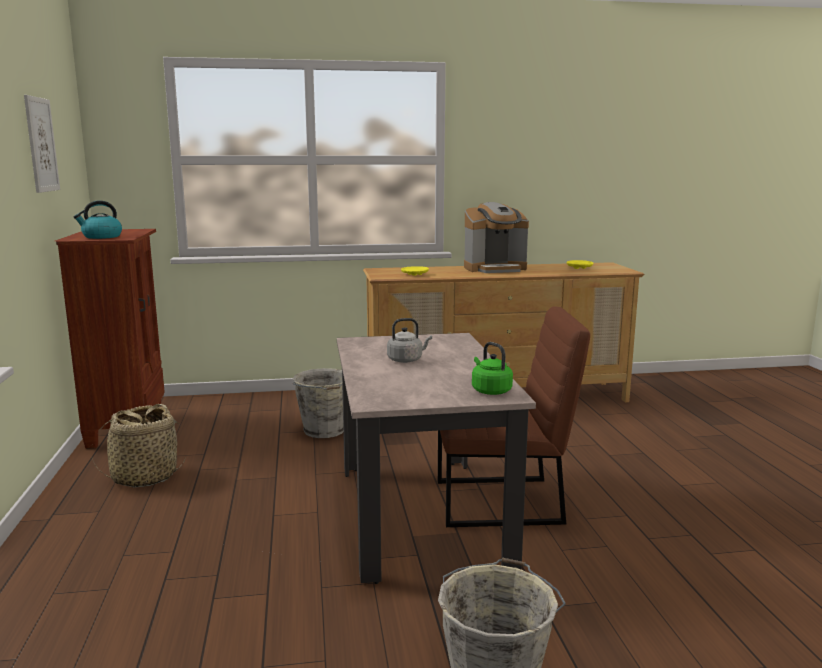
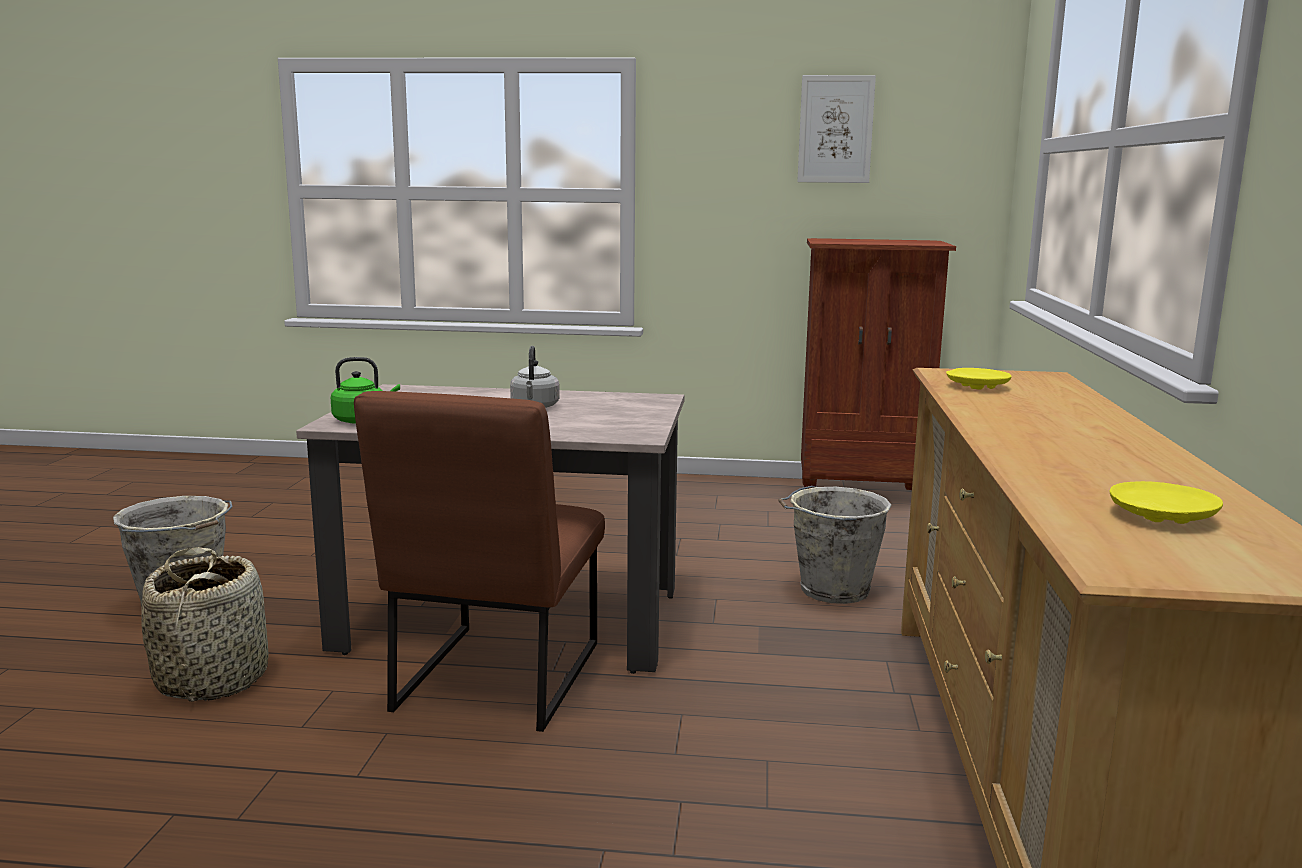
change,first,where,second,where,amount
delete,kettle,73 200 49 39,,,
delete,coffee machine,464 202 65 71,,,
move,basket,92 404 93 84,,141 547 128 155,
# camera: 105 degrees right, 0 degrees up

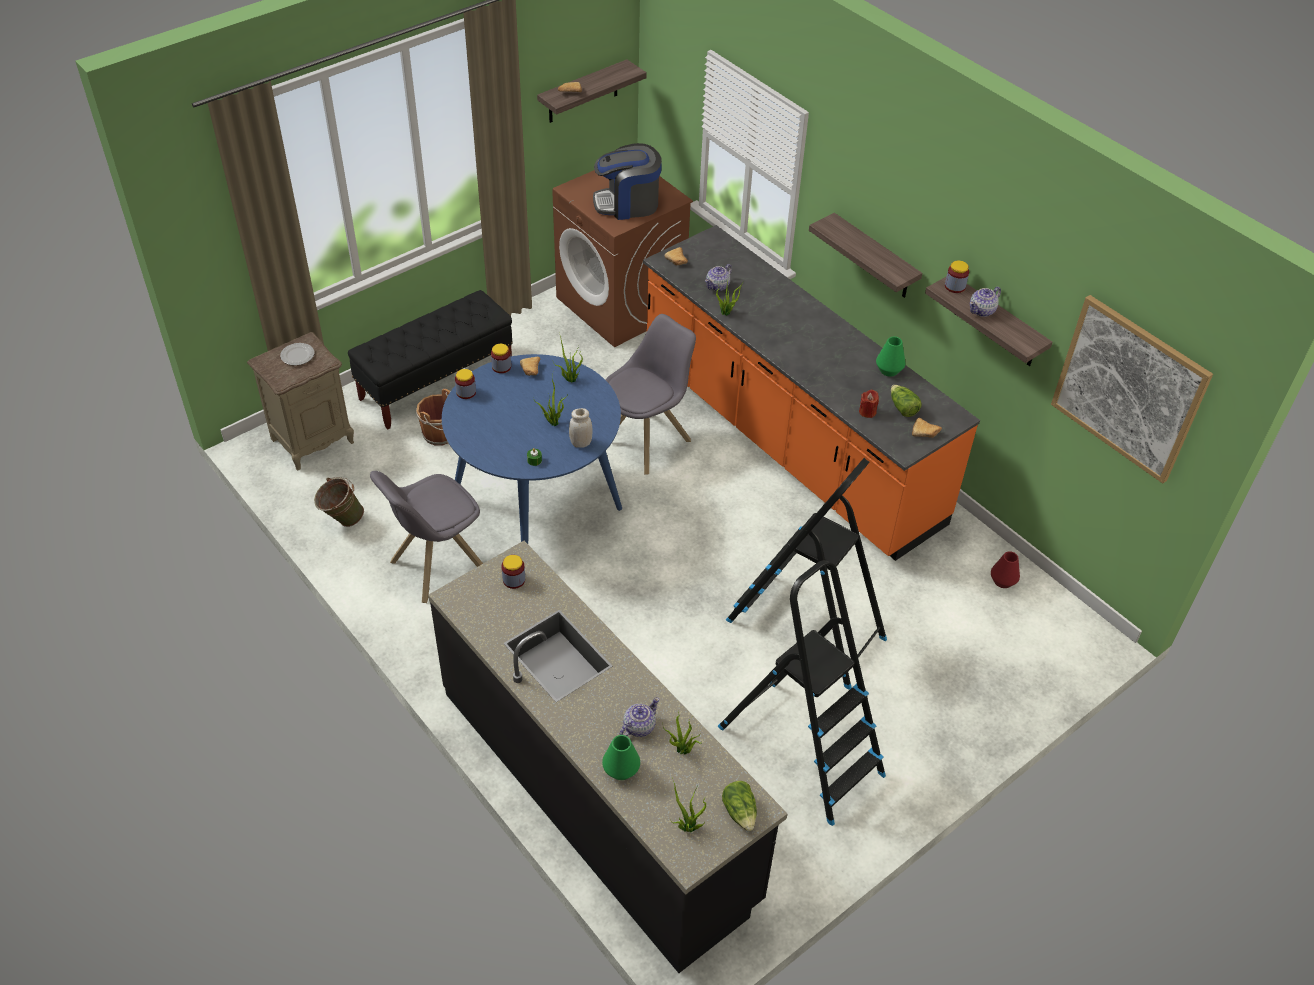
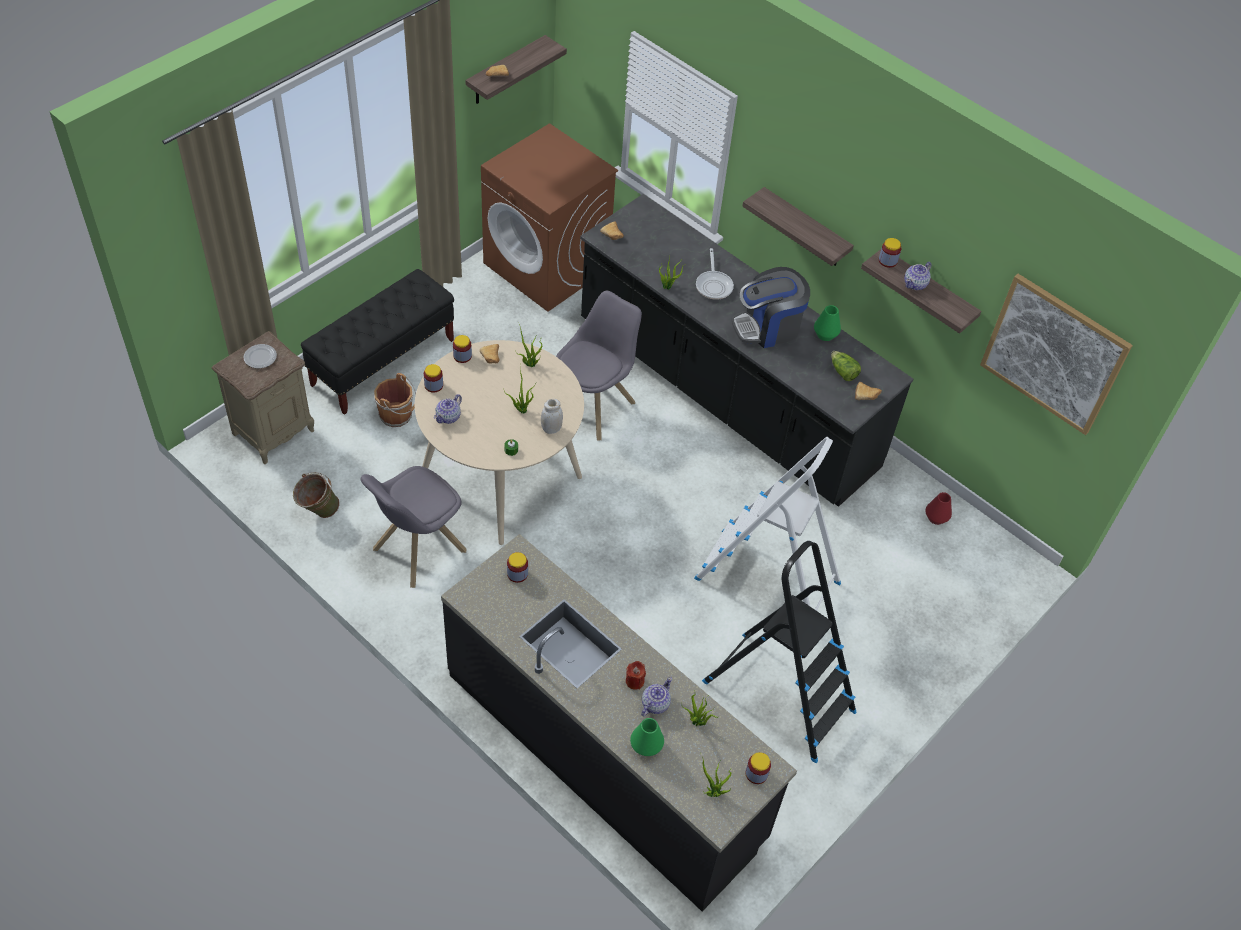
change,first,where,second,where,amount
insert,,,frying pan,696 248 38 52,
move,coffee machine,593 143 69 77,,732 267 78 81,
move,teapot,705 264 27 27,,434 394 28 30,
move,red candle,859 390 20 28,,626 661 20 29,
replace,lettuce,722 781 35 50,jar,745 752 26 32,
recolor,blue dining table,442 354 180 190,beige dining table,415 340 169 205,
recolor,orange counter,643 225 337 336,black counter,580 194 334 313,
recolor,black step ladder,726 458 161 232,white step ladder,694 437 147 174,
# camera: 10 degrees left, 5 degrees up

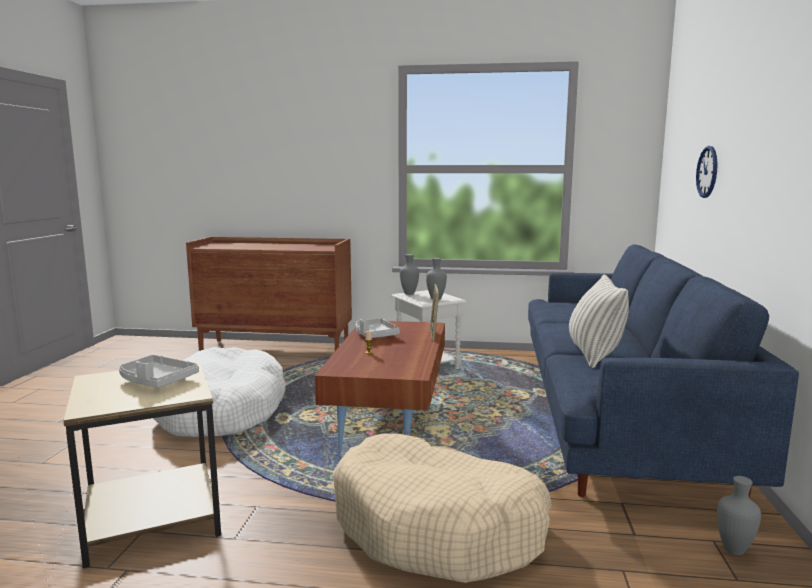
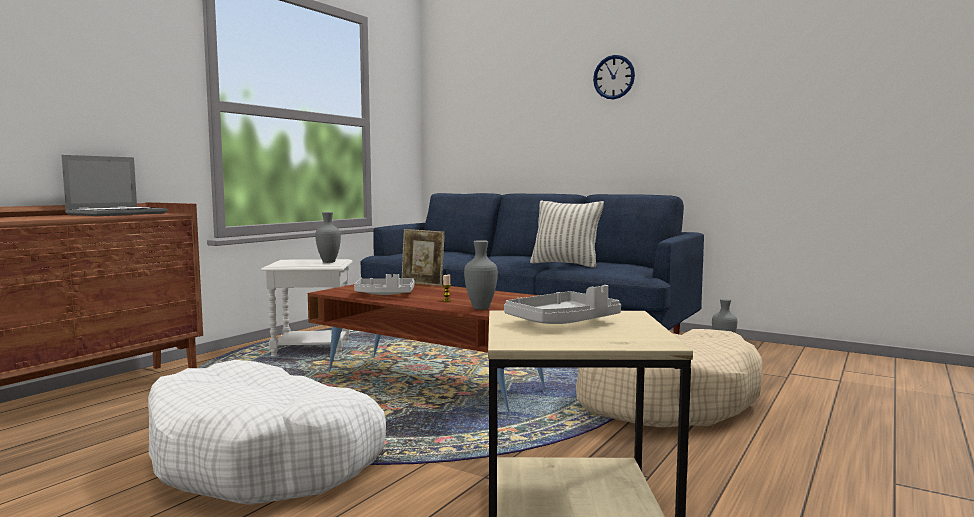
change,first,where,second,where,amount
insert,,,laptop,61 155 107 61,
move,grey vase,400 254 19 41,,464 240 34 70,
move,wall clock,696 146 22 52,,593 55 42 44,
# camera: 65 degrees left, 5 degrees down

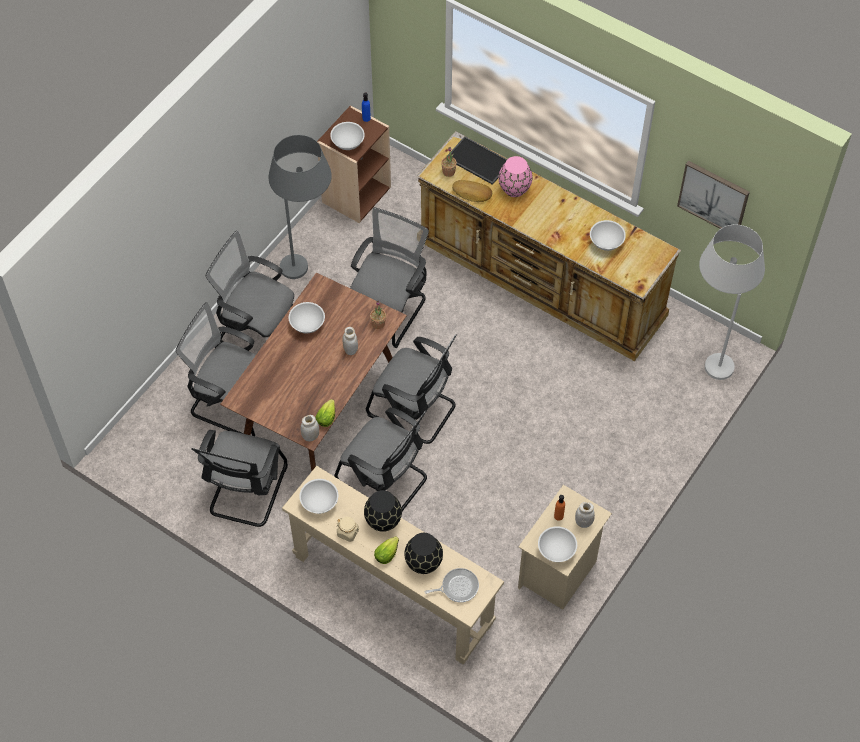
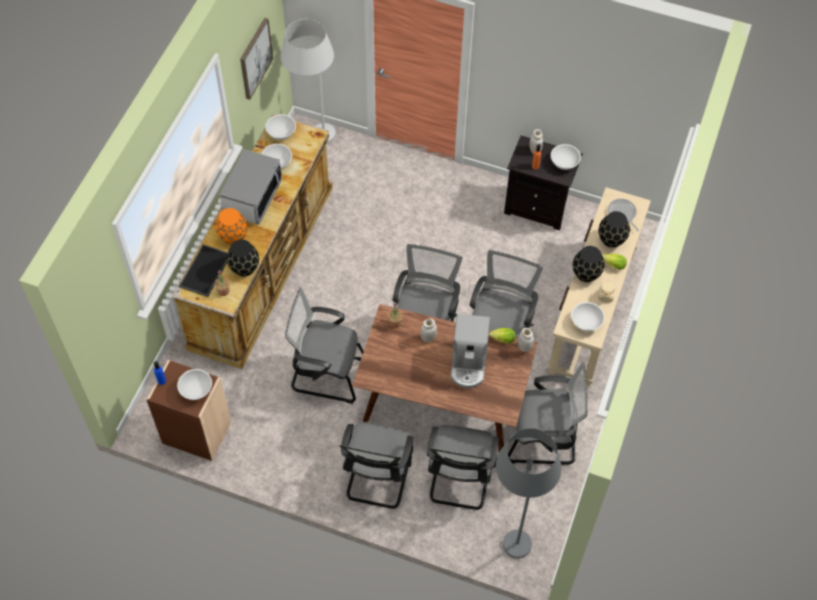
change,first,where,second,where,amount
insert,,,microwave,219 149 63 75,
insert,,,coffee machine,450 314 40 74,
move,grey floor lamp,269 135 63 144,,496 428 65 130,
move,white bowl,289 302 36 31,,265 114 31 26,
replace,bread,452 180 40 22,black vase,227 239 32 38,
recolor,pink vase,498 156 35 41,orange vase,215 208 32 37,
recolor,beige nightstand,518 485 94 125,black nightstand,504 136 79 94,
# camera: 105 degrees left, 0 degrees up

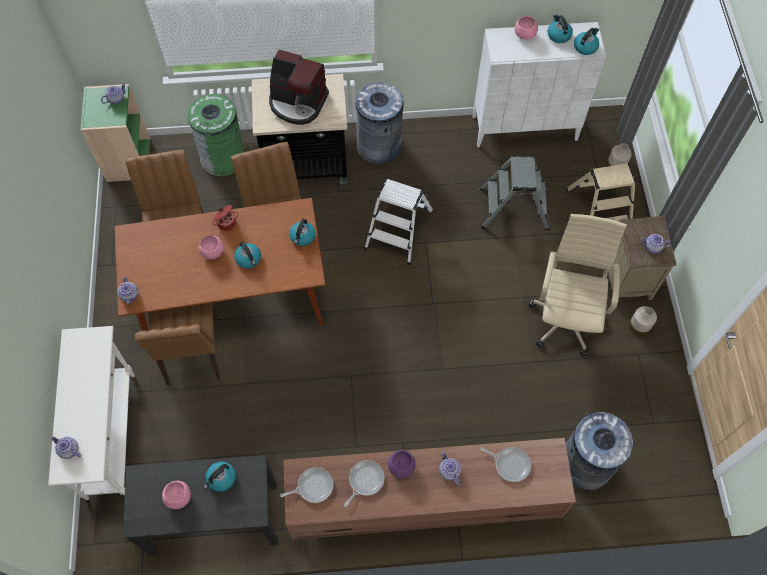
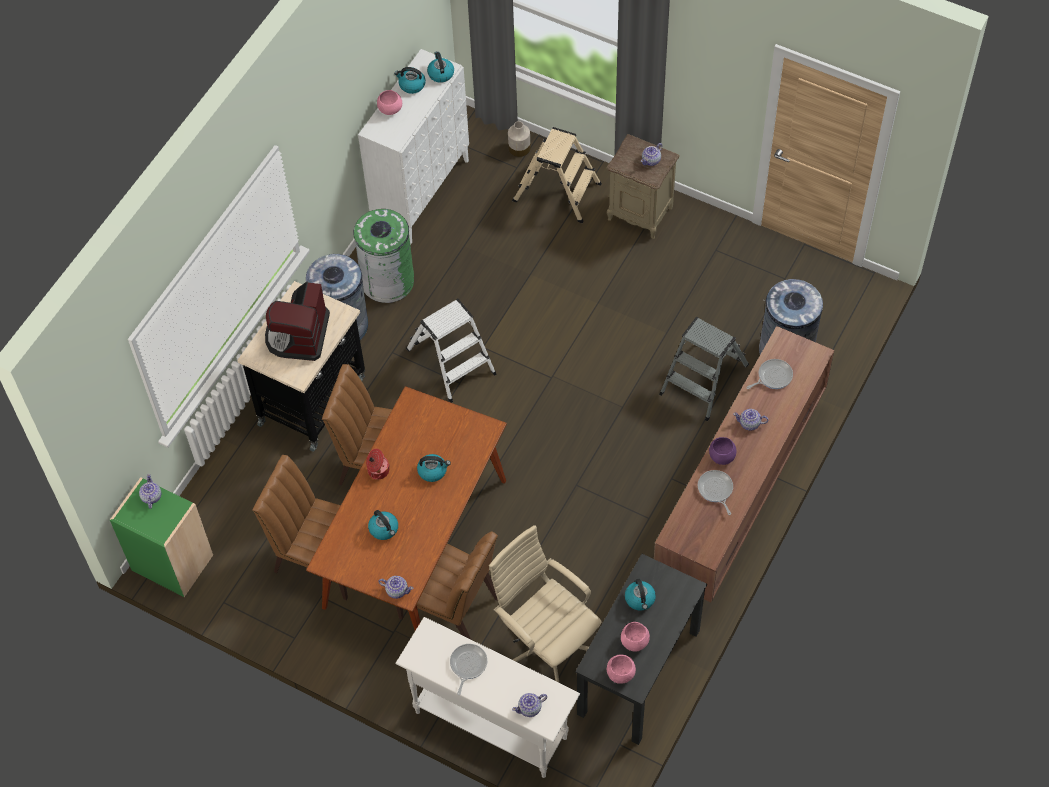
change,first,where,second,where,amount
delete,beige vase,629 306 28 30,,,
move,green trash can,187 94 58 82,,353 209 61 94,
move,pink bowl,199 235 25 24,,607 654 29 30,
move,frying pan,280 467 53 36,,450 644 37 51,
move,kettle,289 219 27 27,,368 510 30 30,
move,grey step ladder,480 155 70 75,,659 317 90 104,
move,beige office chair,528 214 99 143,,489 525 113 158,
rotate,coffee machine,269 50 60 75,,265 282 65 79,135 degrees clockwise
# camera: 55 degrees left, 5 degrees down

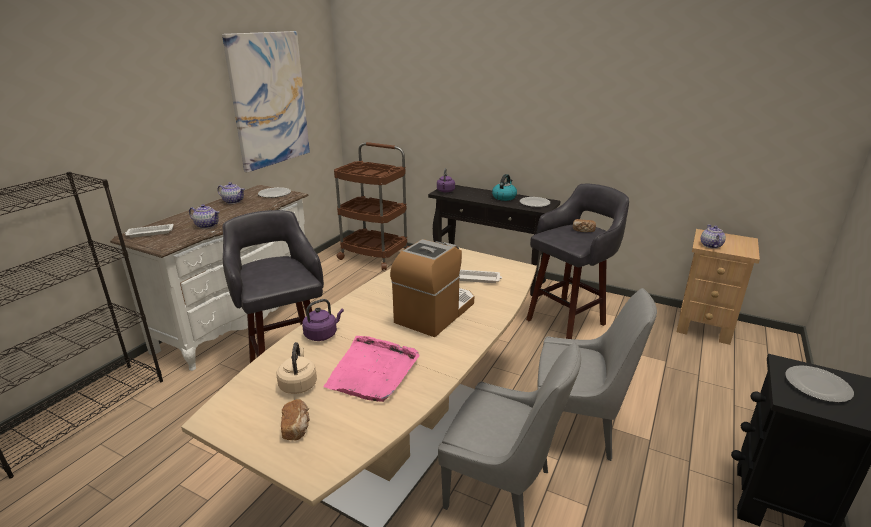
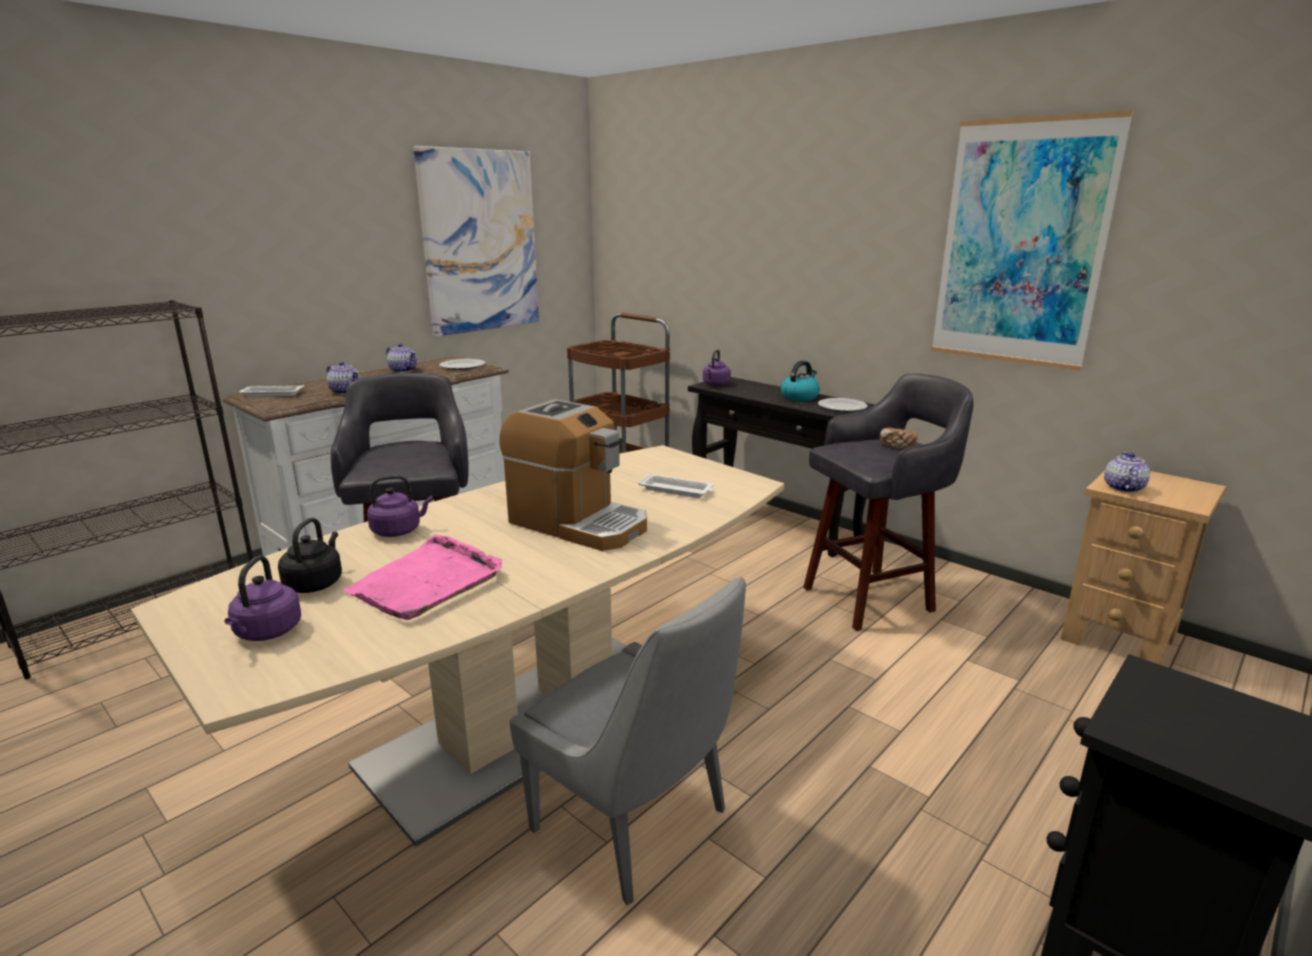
change,first,where,second,where,amount
delete,grey chair,537 288 120 173,,,
delete,plate,785 365 69 37,,,
insert,,,picture,931 111 203 260,
replace,bread,281 399 29 41,purple kettle,224 555 77 86,
recolor,beige kettle,277 342 40 52,black kettle,278 518 64 75,
rotate,coffee machine,390 239 84 98,,499 399 148 152,75 degrees clockwise
# camera: 15 degrees right, 5 degrees down

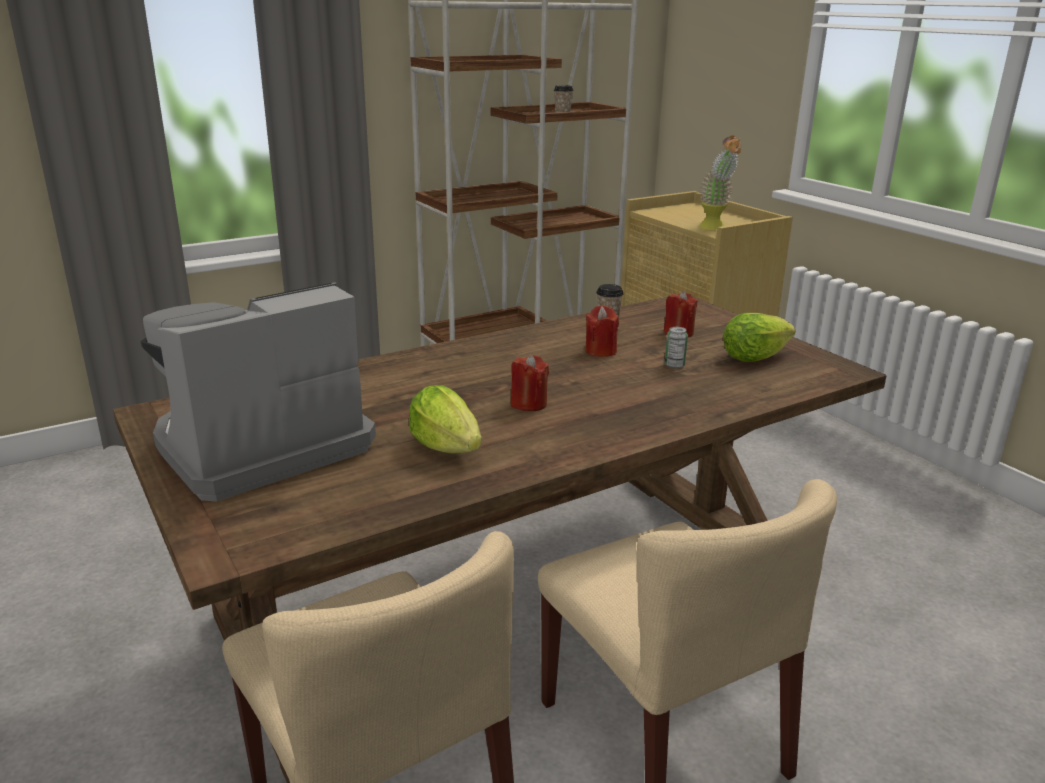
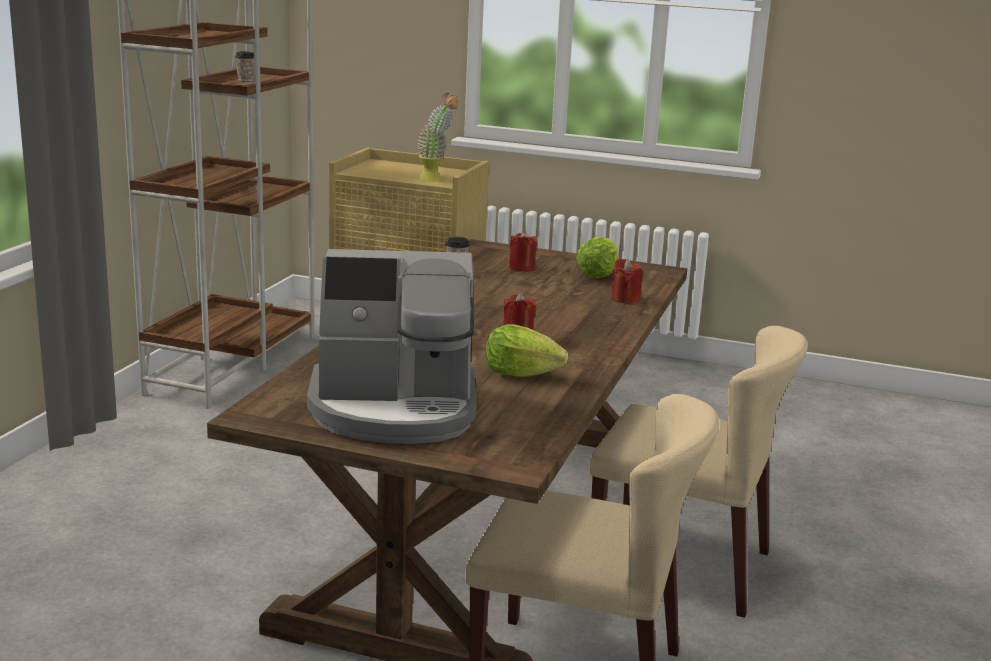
change,first,where,second,where,amount
delete,can,665 327 23 41,,,
move,red candle,585 305 34 52,,611 259 32 44,
rotate,coffee machine,141 282 235 219,,307 249 170 195,105 degrees counterclockwise
# camera: 40 degrees left, 5 degrees down

